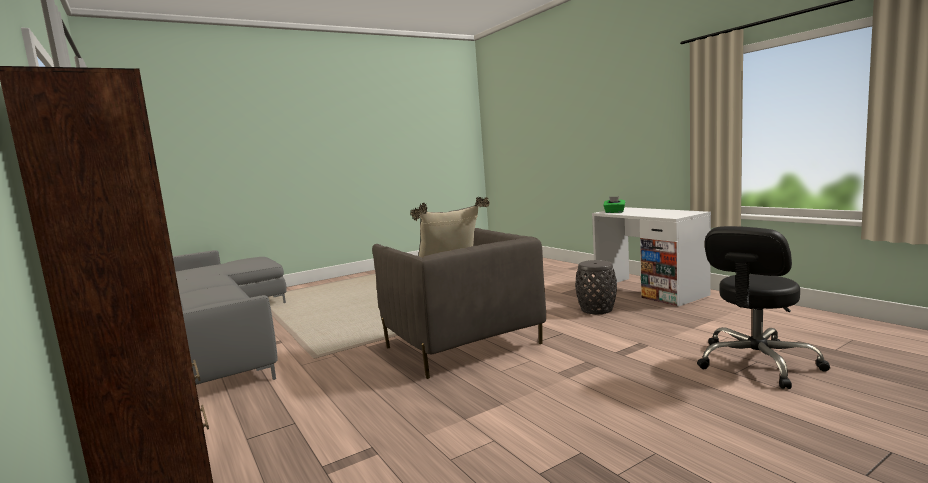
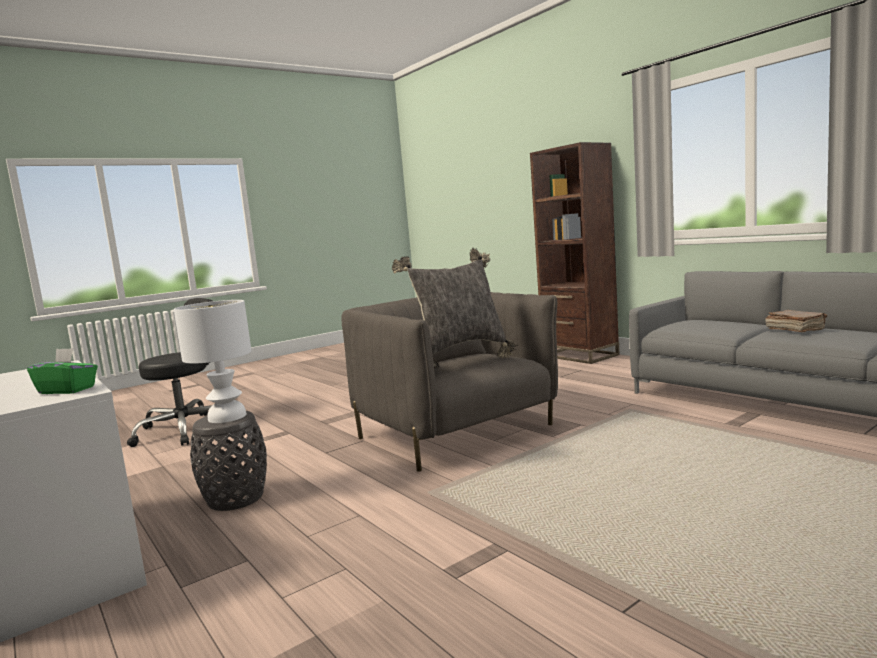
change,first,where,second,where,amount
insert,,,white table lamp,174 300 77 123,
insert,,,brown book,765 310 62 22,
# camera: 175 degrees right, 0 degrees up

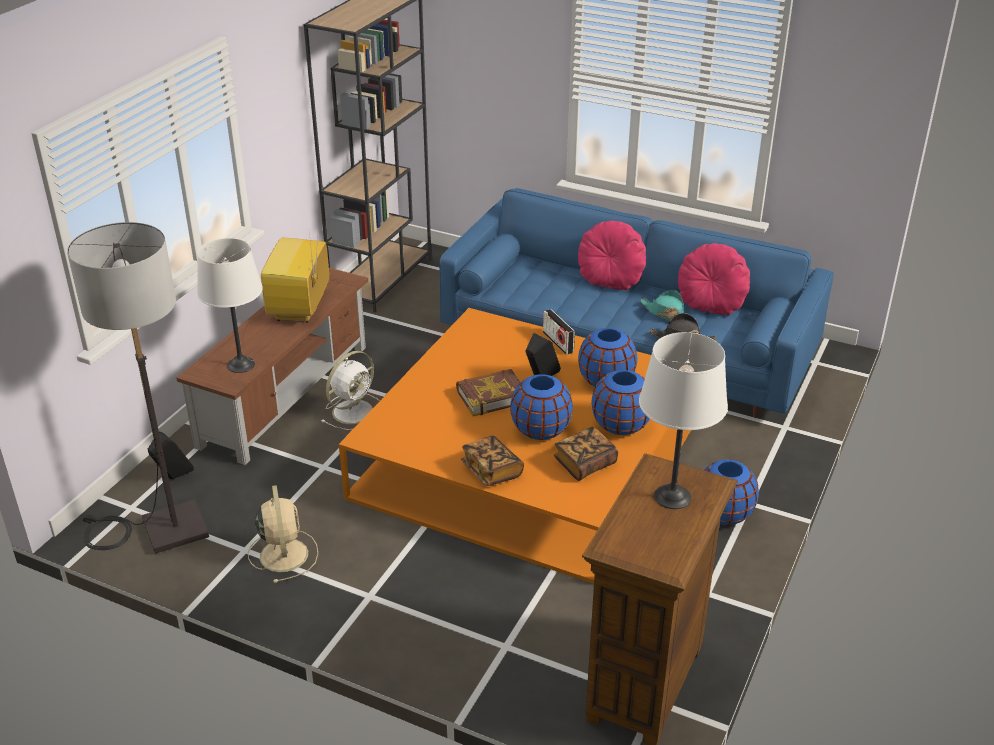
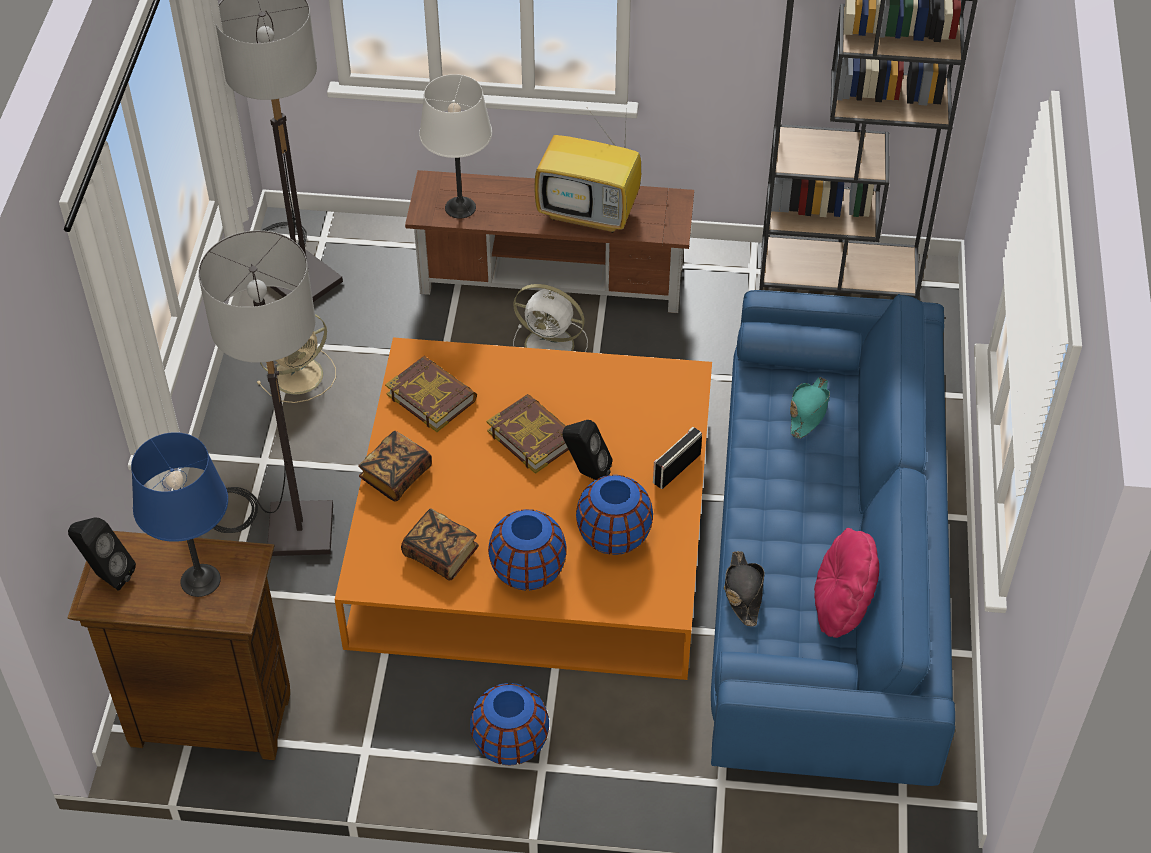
change,first,where,second,where,amount
delete,blue vase,510 374 63 66,,,
delete,pink pillow,578 221 68 69,,,
insert,,,floor lamp,198 230 135 326,
insert,,,book,385 356 92 76,
move,black speaker,148 432 46 47,,68 517 68 74,
move,turquoise hat,640 290 56 31,,790 377 40 62,
recolor,white table lamp,639 332 89 177,blue table lamp,131 432 97 165,
rotate,television,261 225 68 98,,534 105 107 128,150 degrees counterclockwise
# camera: 70 degrees right, 15 degrees up

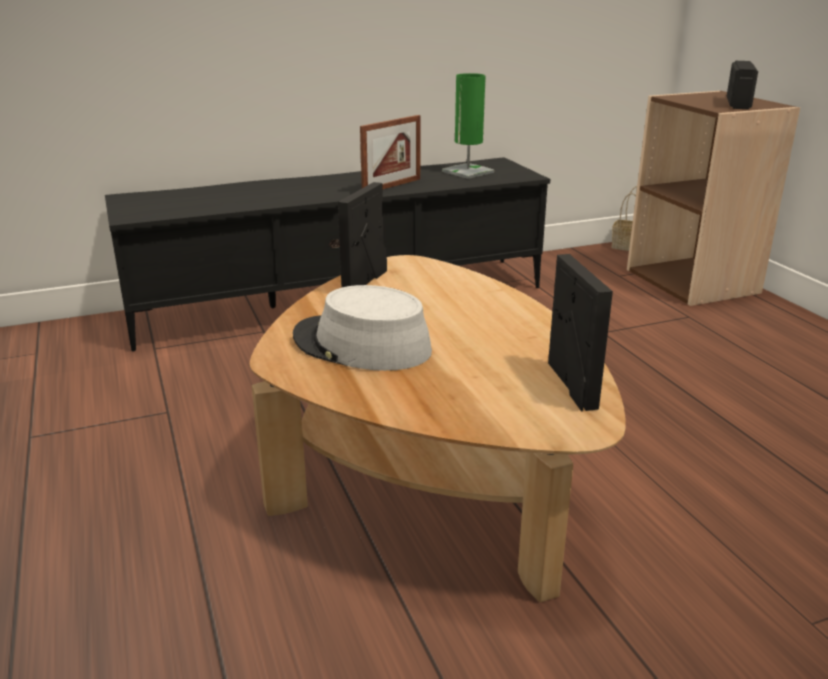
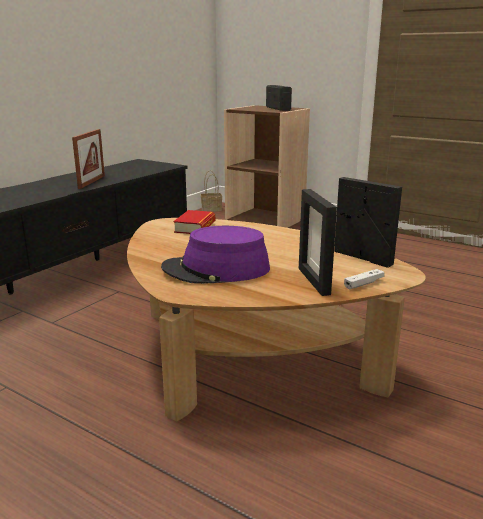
change,first,where,second,where,amount
delete,green table lamp,442 73 52 106,,,
insert,,,book,173 210 42 24,
insert,,,white game controller,344 269 40 20,
move,picture frame,338 182 49 106,,299 189 38 107,
recolor,grey hat,293 285 139 86,purple hat,161 226 109 58,
# camera: 35 degrees left, 5 degrees down

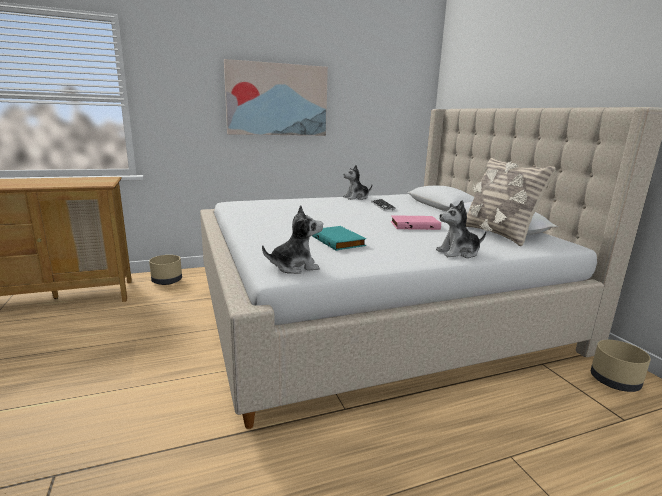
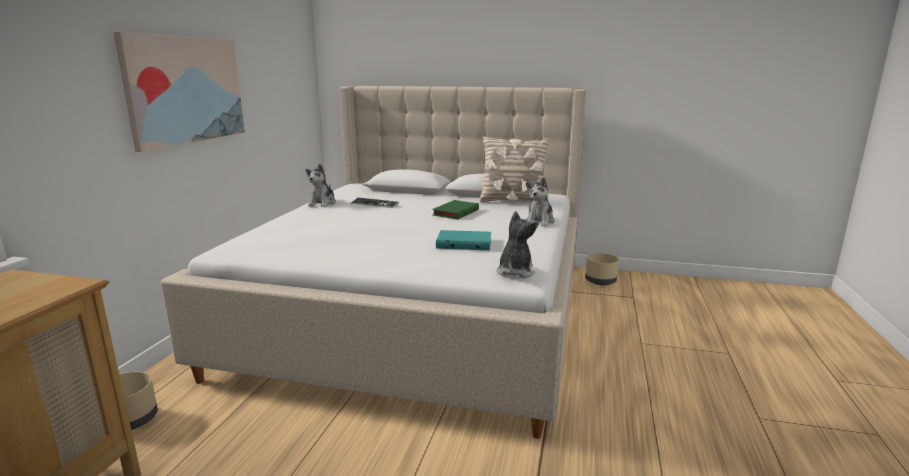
change,first,where,second,where,amount
recolor,pink book,391 215 50 15,green book,432 200 47 20,
# camera: 55 degrees left, 0 degrees up

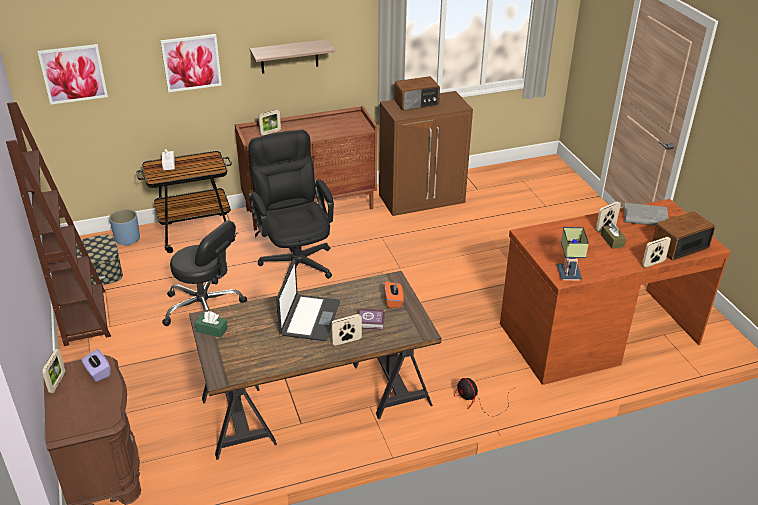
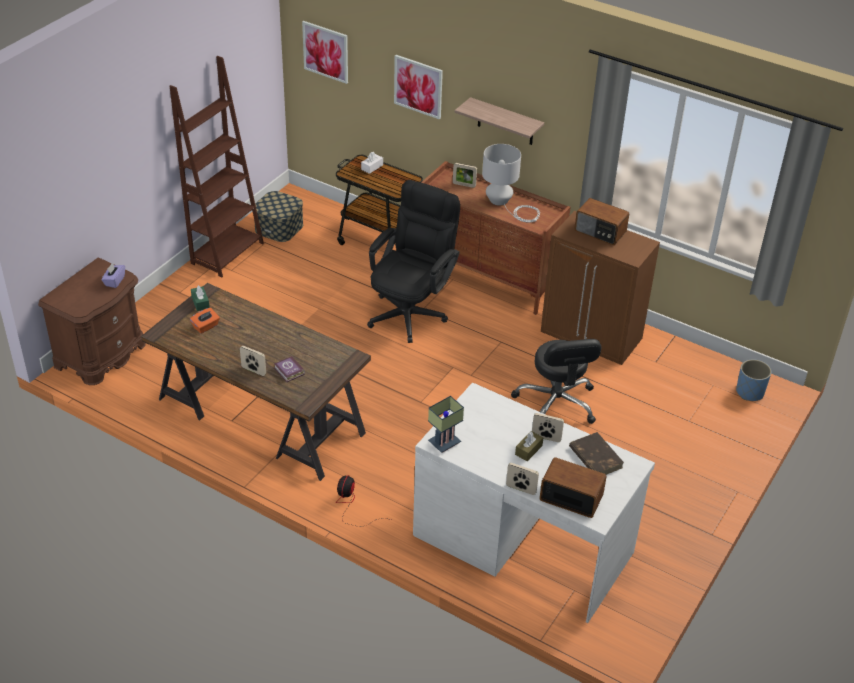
change,first,where,second,where,amount
delete,picture frame,42 349 23 44,,,
delete,laptop,276 260 64 81,,,
insert,,,grey table lamp,482 144 58 79,
move,blue planter,109 209 31 37,,736 359 35 42,
move,black office chair,162 220 85 106,,511 339 90 85,
move,orange tissue box,384 281 20 27,,190 308 30 26,
recolor,brown desk,500 199 230 186,white desk,413 382 242 241,
recolor,grey book,623 203 46 23,brown book,569 432 55 43,
# camera: 50 degrees right, 5 degrees up

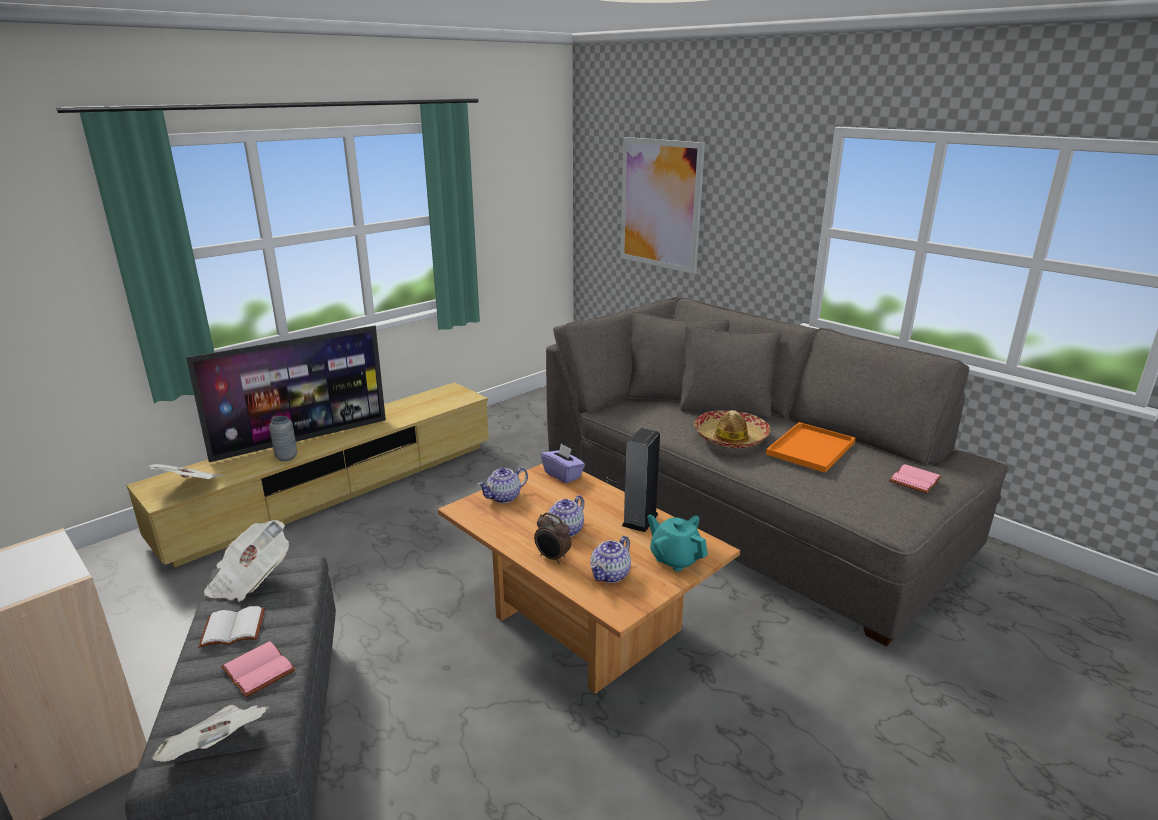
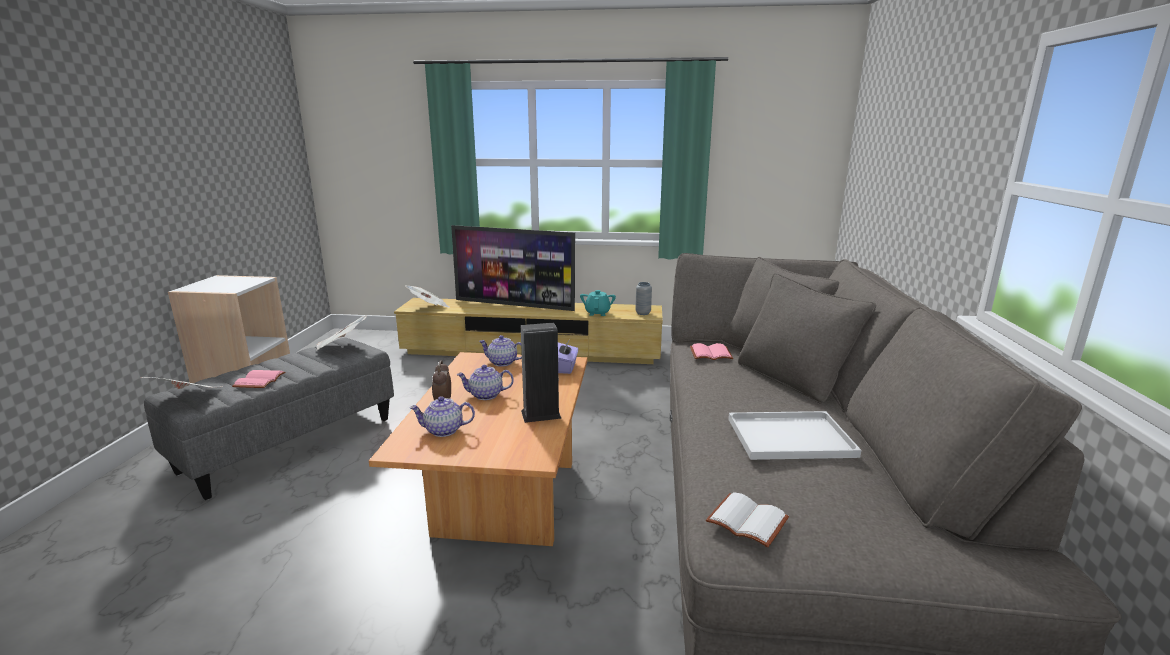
change,first,where,second,where,amount
delete,picture,620 137 85 137,,,
delete,hat,694 410 76 39,,,
move,white book,198 606 67 42,,706 492 83 55,
move,grey vase,269 416 28 45,,635 282 17 33,
move,turquoise teapot,647 515 61 57,,580 290 36 26,
move,pink book,889 464 53 29,,690 343 43 17,
recolor,orange tray,766 422 89 51,white tray,728 411 133 49,
# camera: 50 degrees right, 5 degrees down

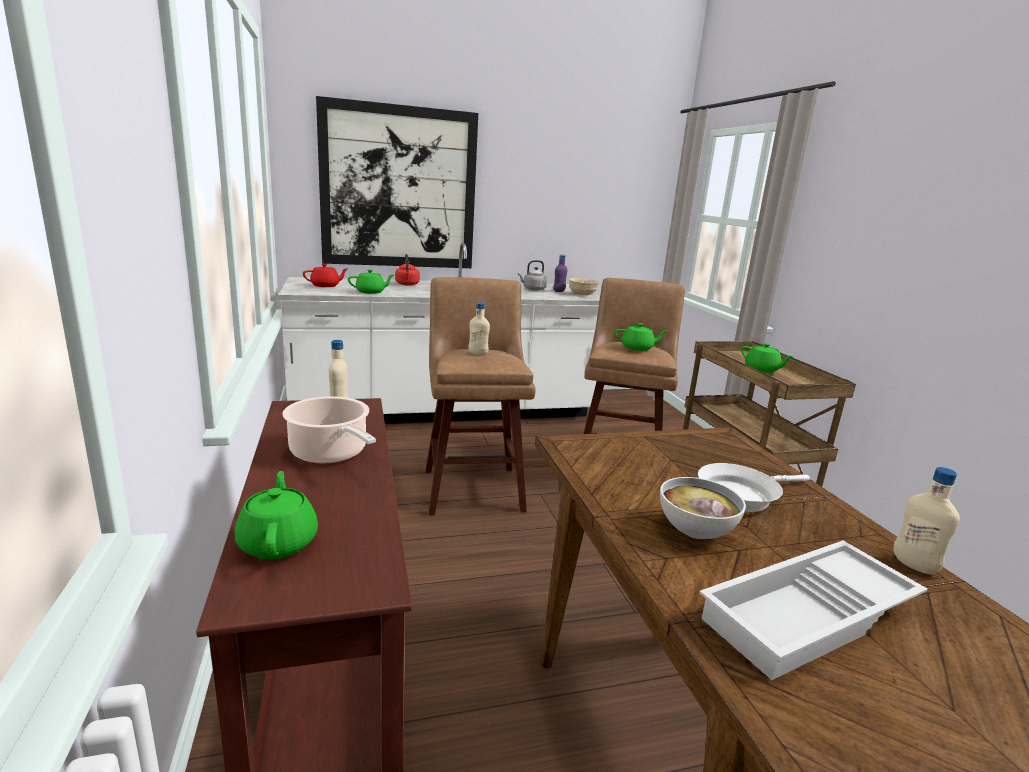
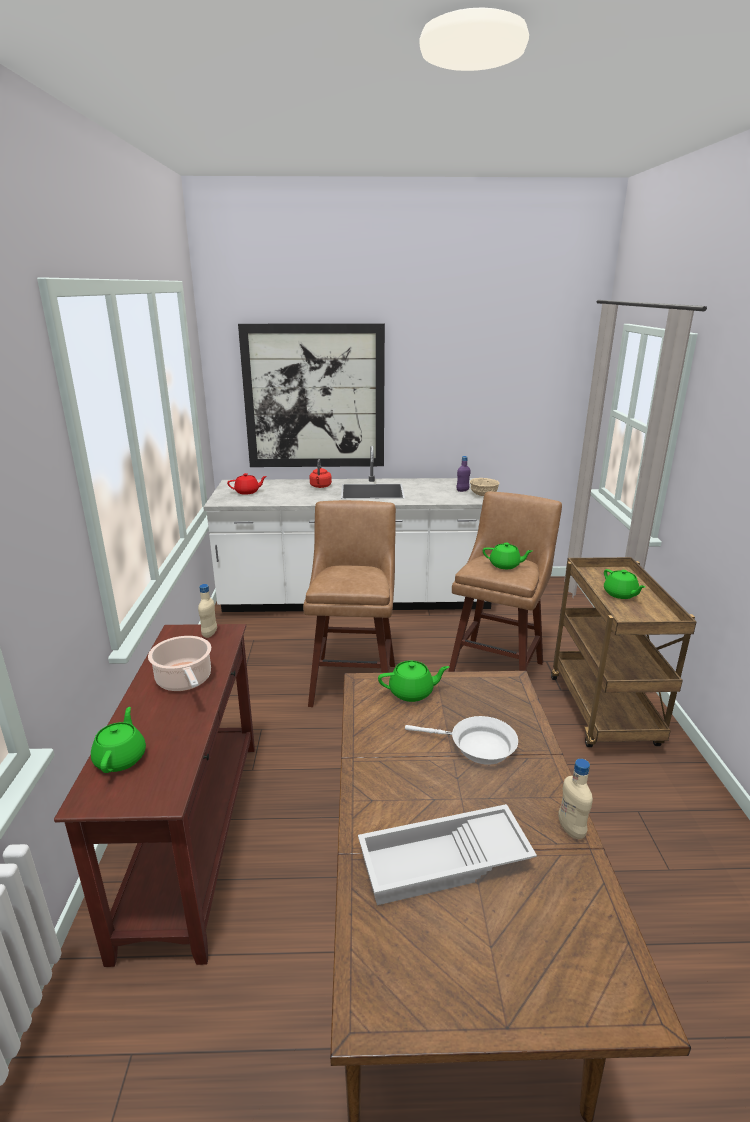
change,first,where,second,where,amount
delete,beige bottle,468 302 22 54,,,
delete,grey kettle,518 260 29 31,,,
delete,bowl,660 477 86 62,,,
move,green teapot,348 269 46 25,,378 661 71 41,
rotate,white frying pan,698 463 112 49,,405 716 113 49,150 degrees counterclockwise
# camera: 15 degrees right, 5 degrees up

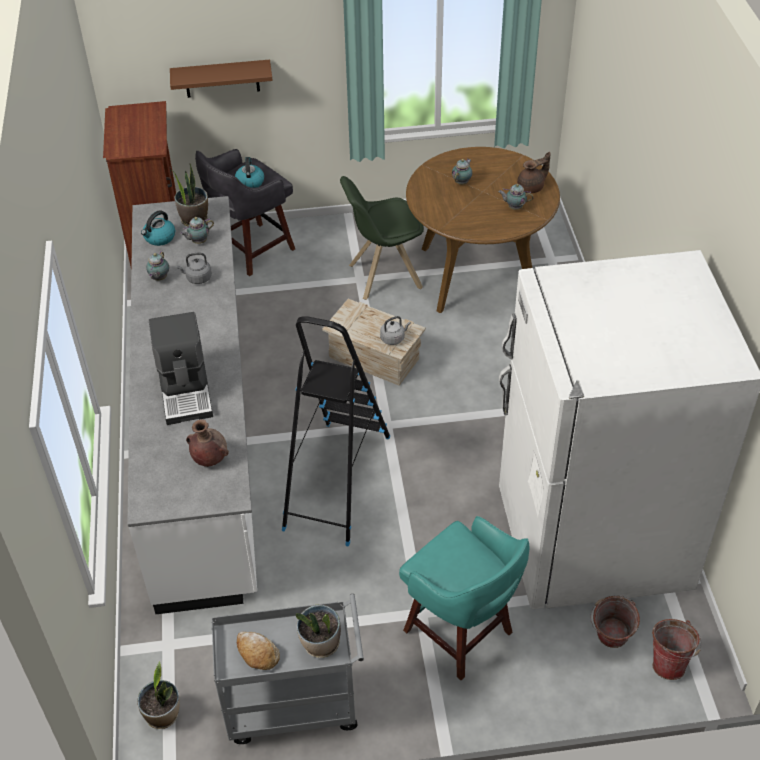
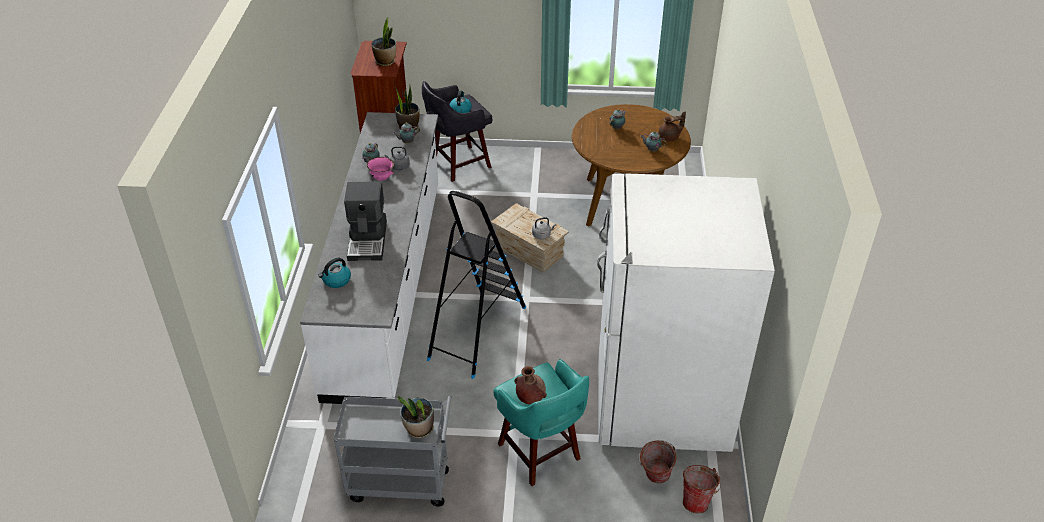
change,first,where,second,where,amount
delete,brown shelf,170 60 103 38,,,
delete,bread,237 632 43 38,,,
delete,green chair,340 176 84 124,,,
insert,,,pink bowl,367 157 27 24,
move,potted plant,137 662 43 67,,372 17 24 49,
move,kettle,141 210 34 36,,318 258 33 30,
move,brown vase,186 419 43 48,,514 366 33 38,
# camera: 10 degrees right, 5 degrees down

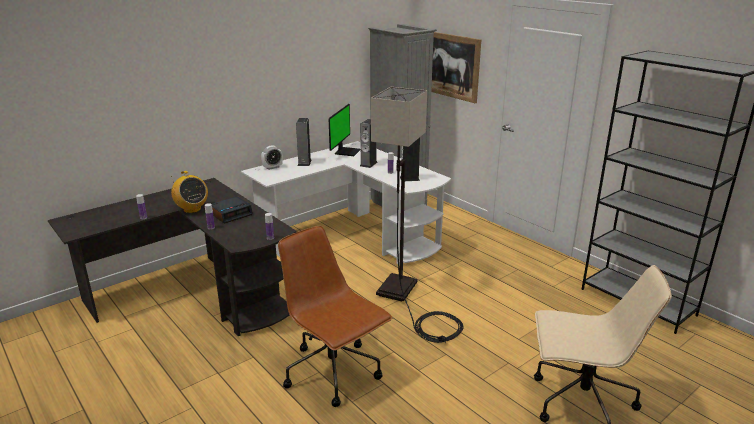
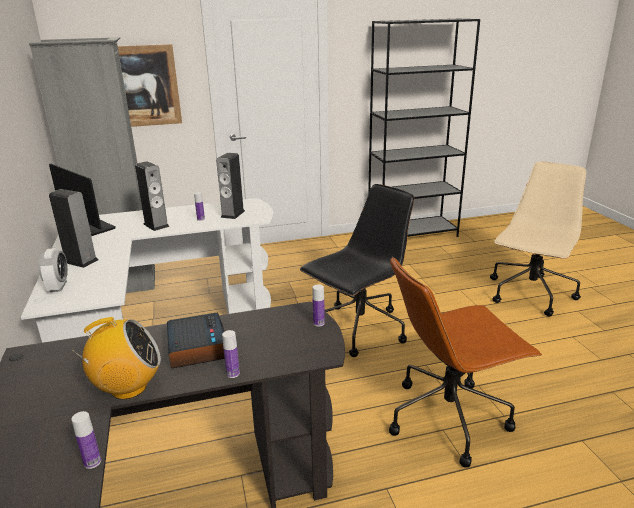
change,first,where,second,where,amount
replace,floor lamp,371 87 93 257,black office chair,300 184 114 173,
# camera: 65 degrees left, 0 degrees up

